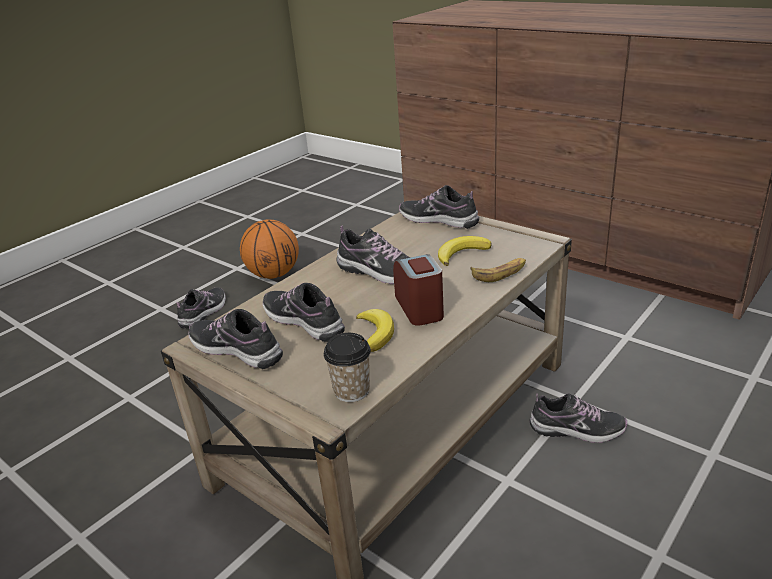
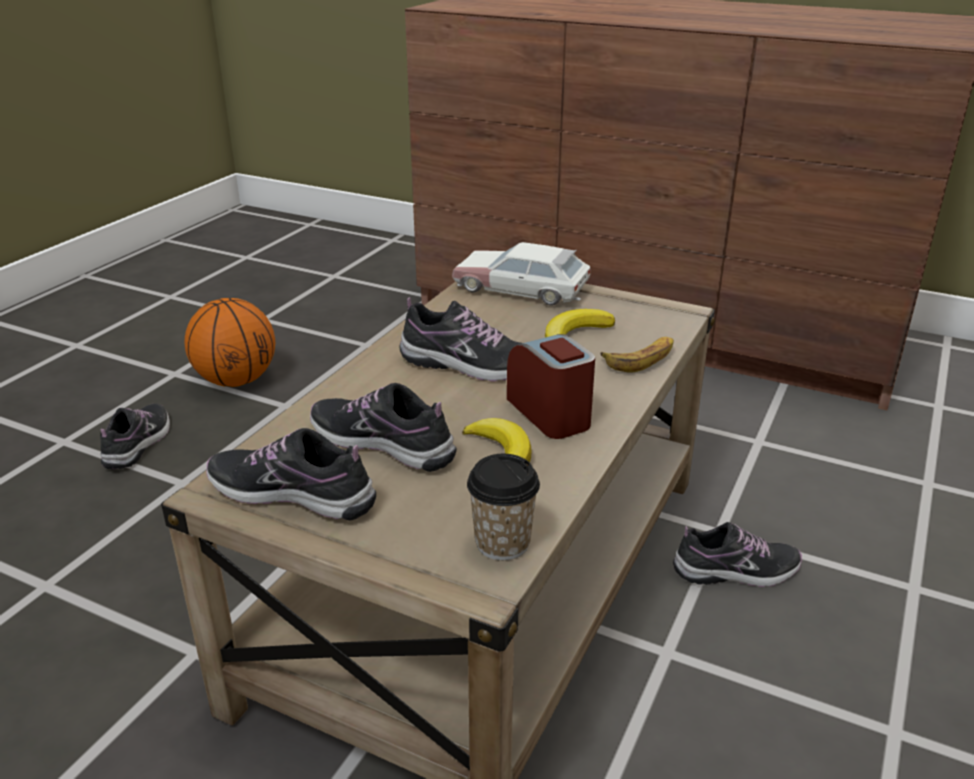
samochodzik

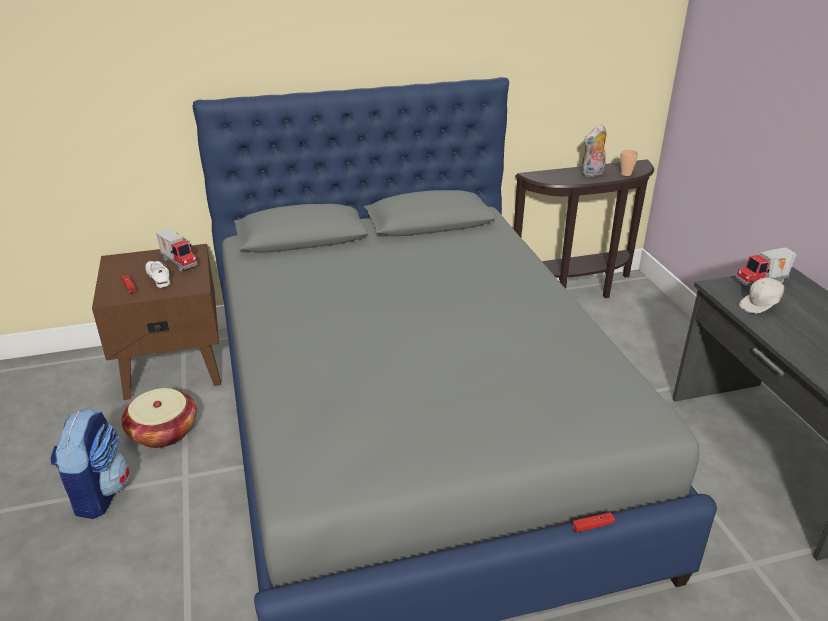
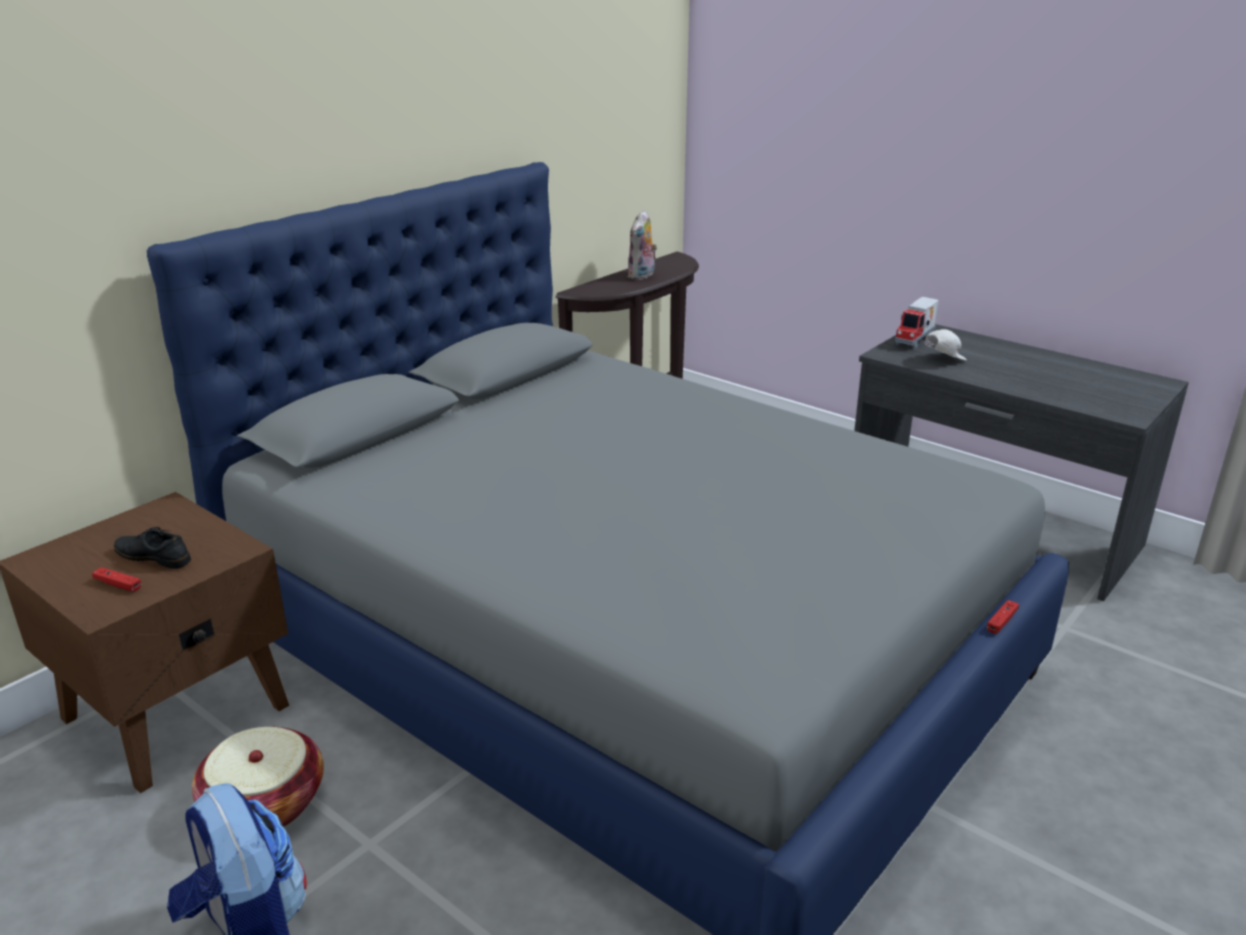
ciężarówka zabawkowa (no. 1 from left in the first image)
filiżanka
but [czarny]
czapka z daszkiem [biały]

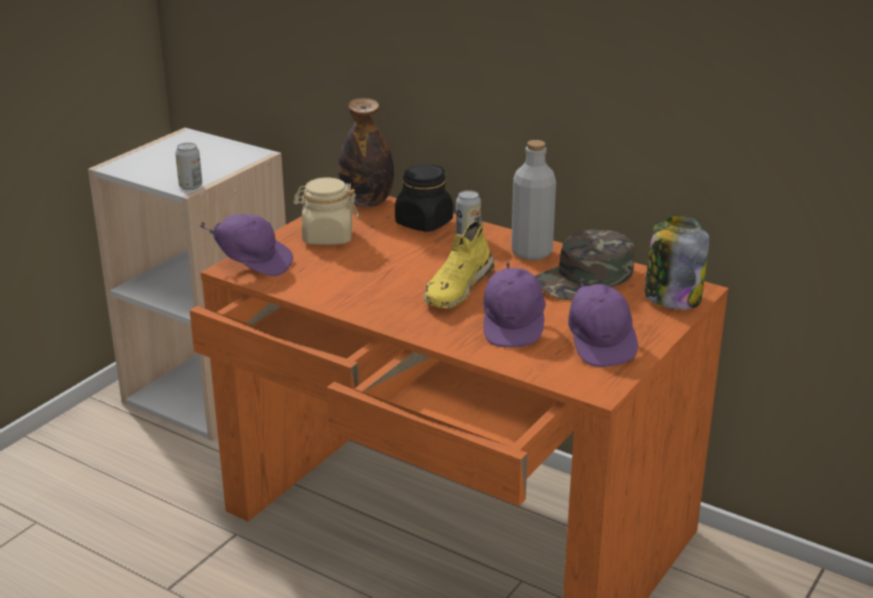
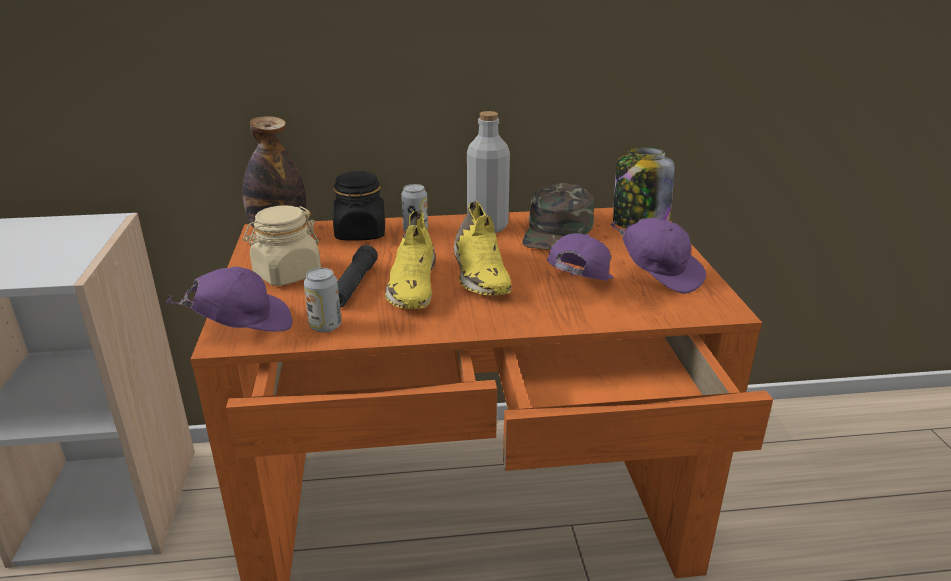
latarka [czarny]
but [żółty] (no. 1 from left)
puszka (no. 1 from left)
czapka z daszkiem [fioletowy] (no. 2 from left)

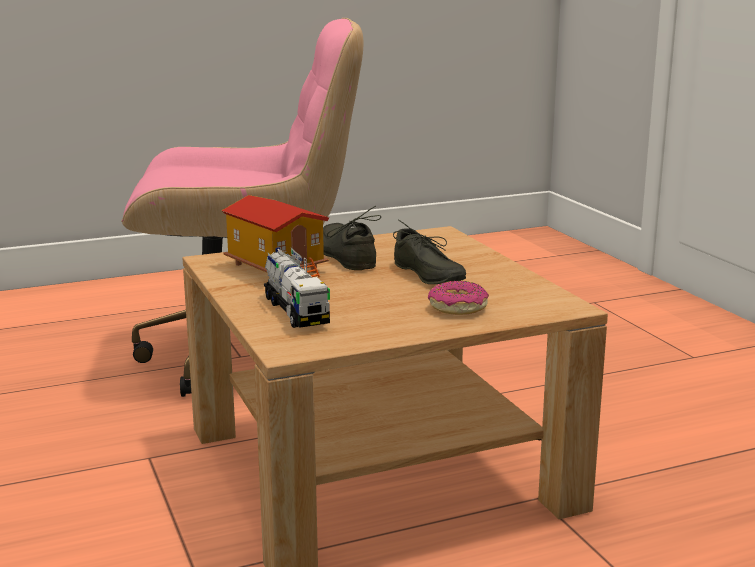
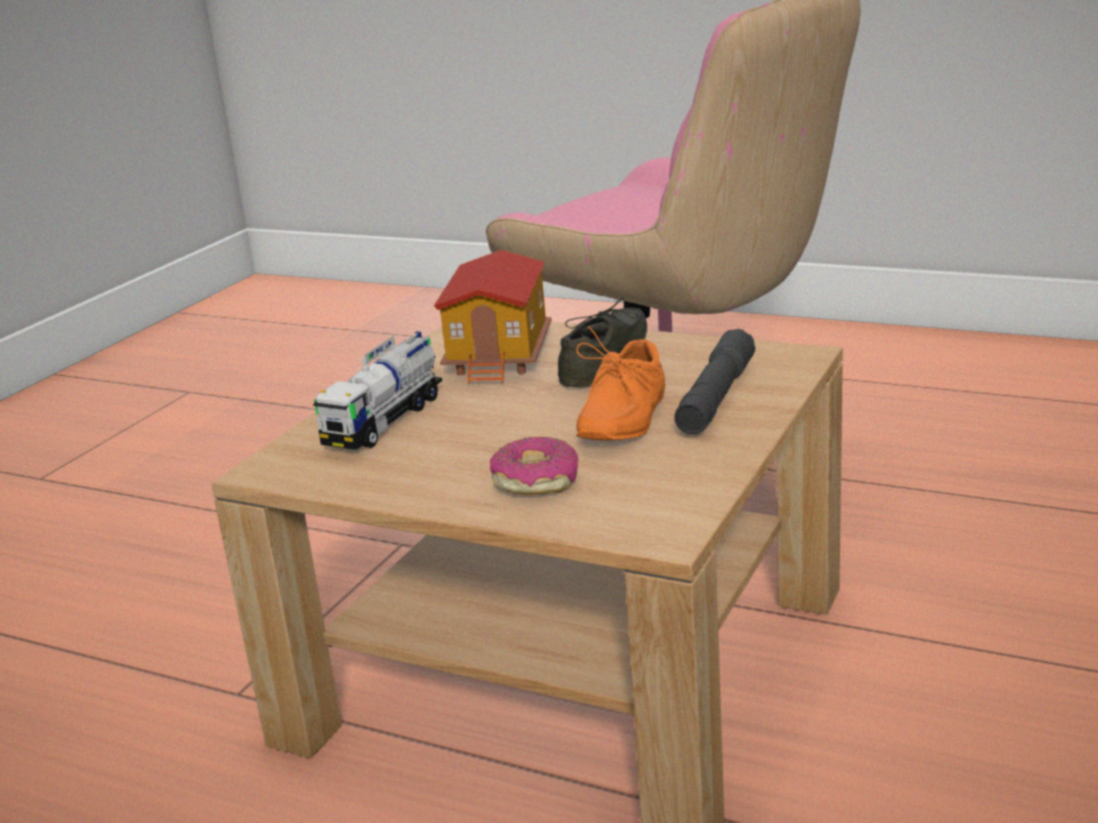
latarka [szary]
but [pomarańczowy]

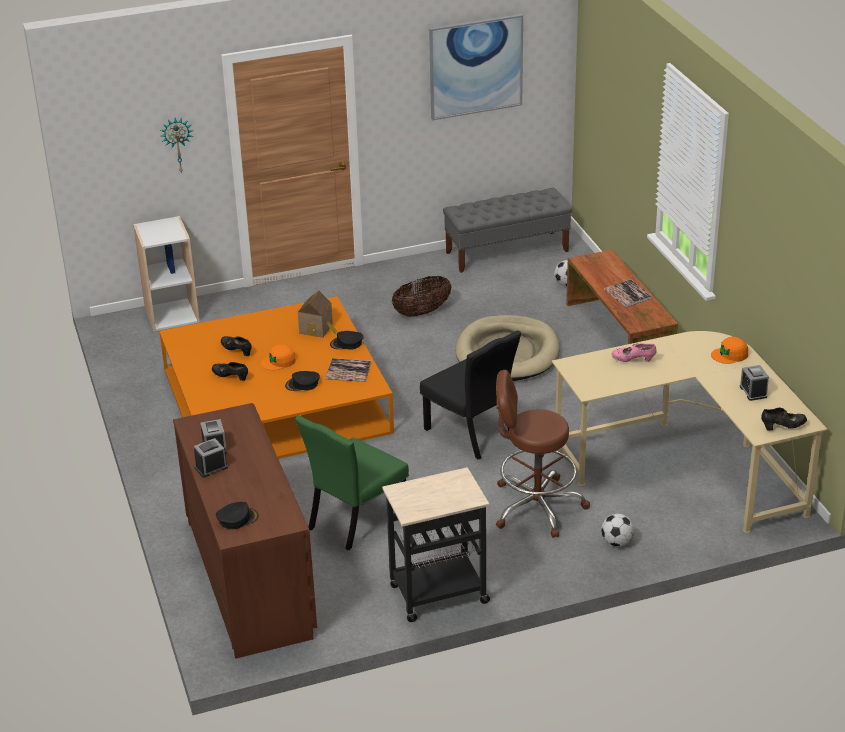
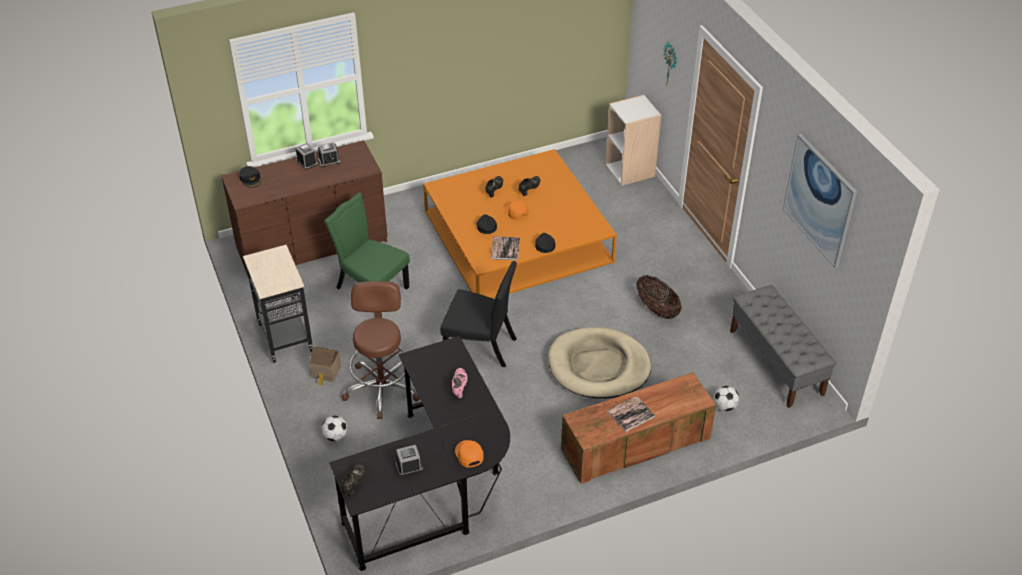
domek
biurko [czarny]
krzesło [czarny]
but [czarny] (no. 1 from left)

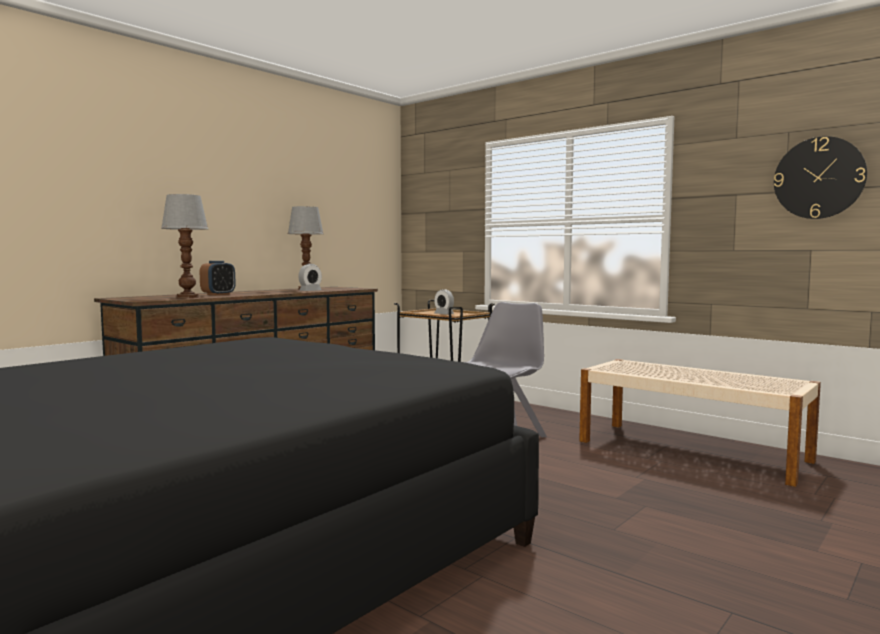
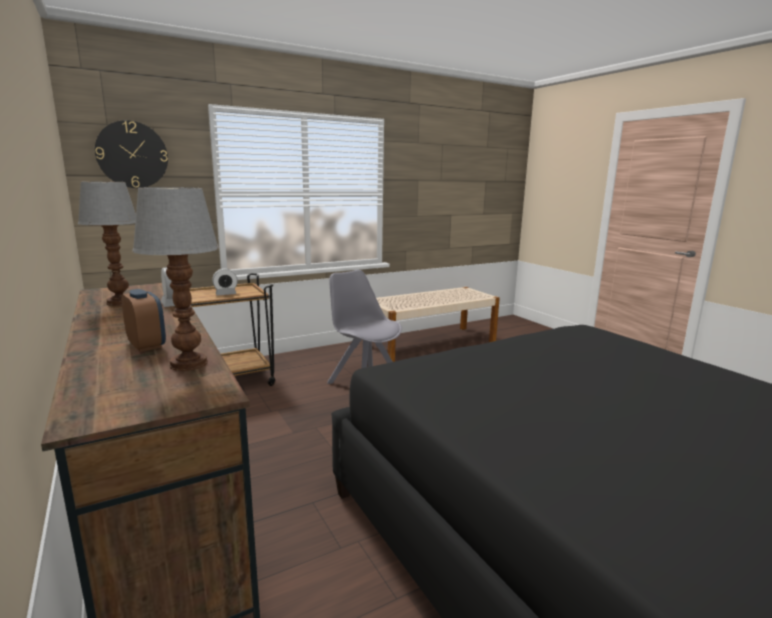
zegar ścienny

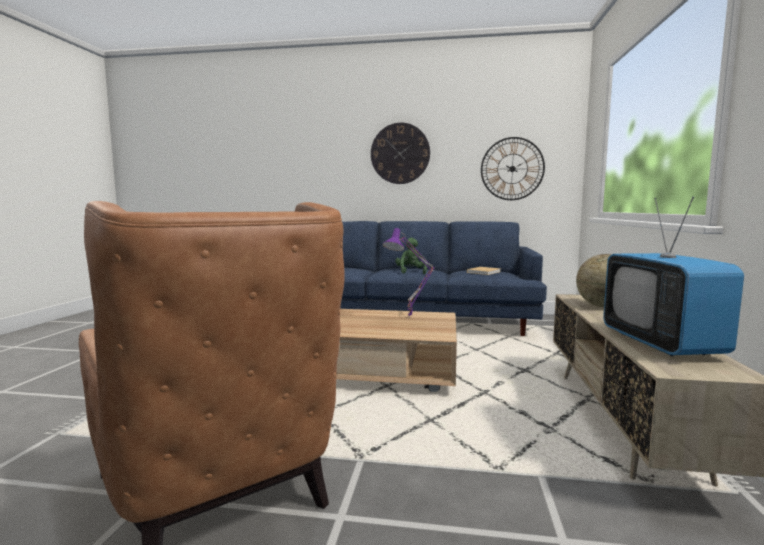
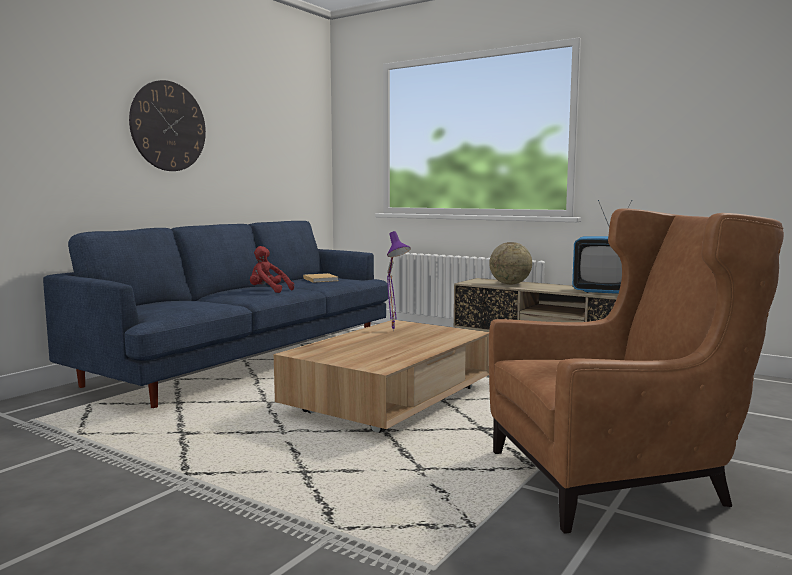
zegar ścienny (no. 2 from left in the first image)
pluszak [czerwony]

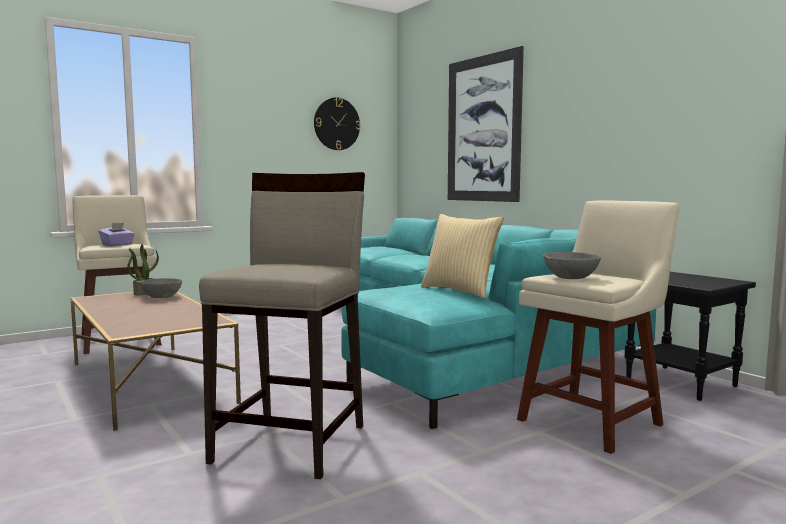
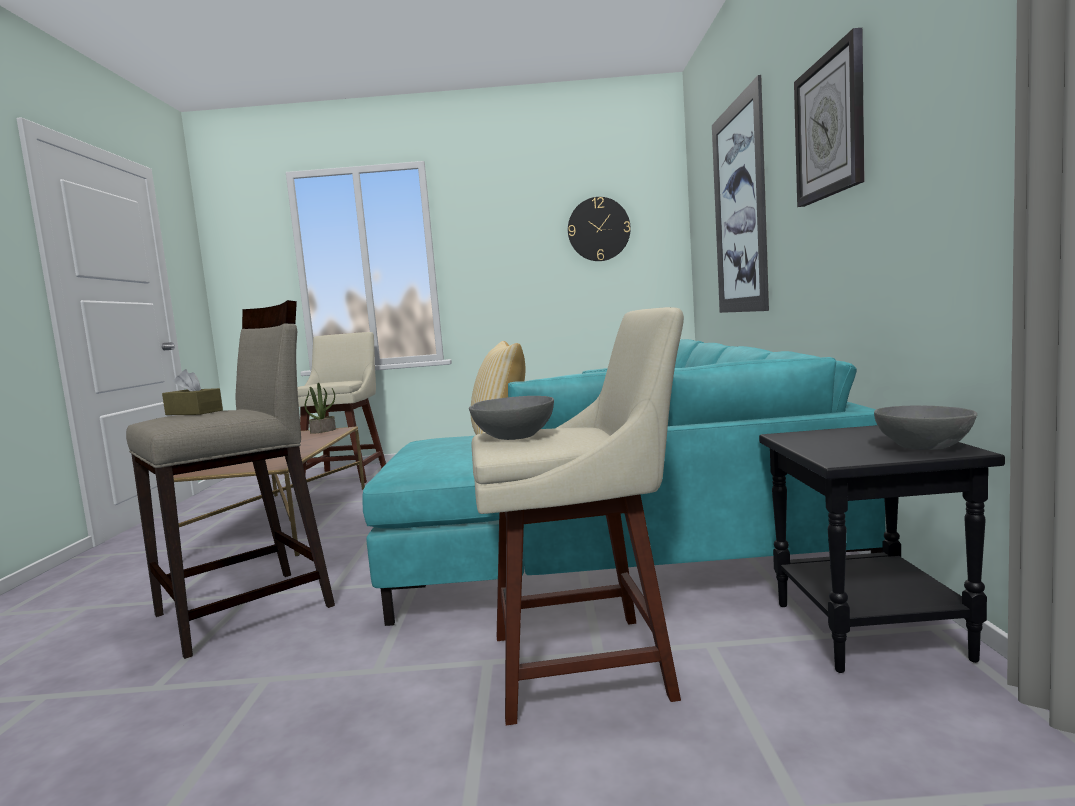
pudełko chusteczek [fioletowy]
pudełko chusteczek [brązowy]
zegar ścienny (no. 2 from left)
miska [szary] (no. 2 from left)

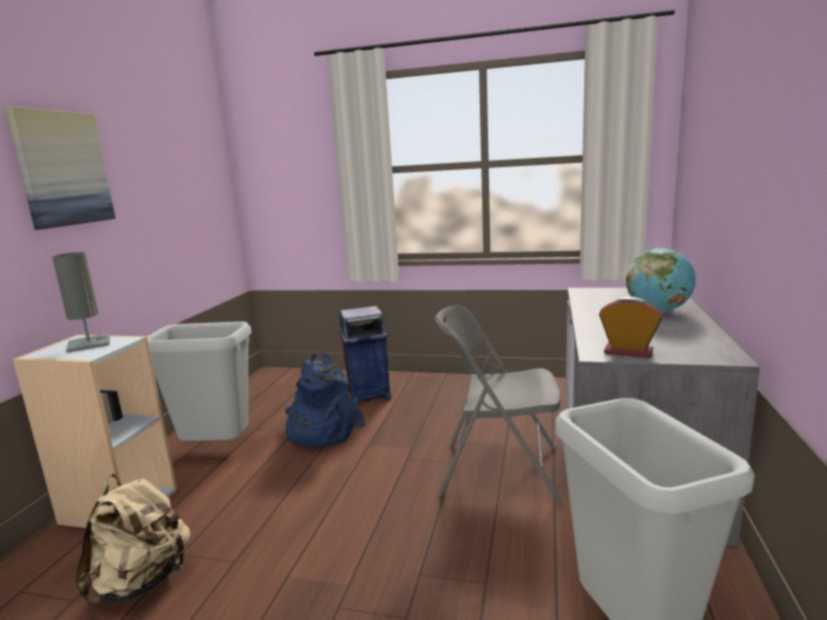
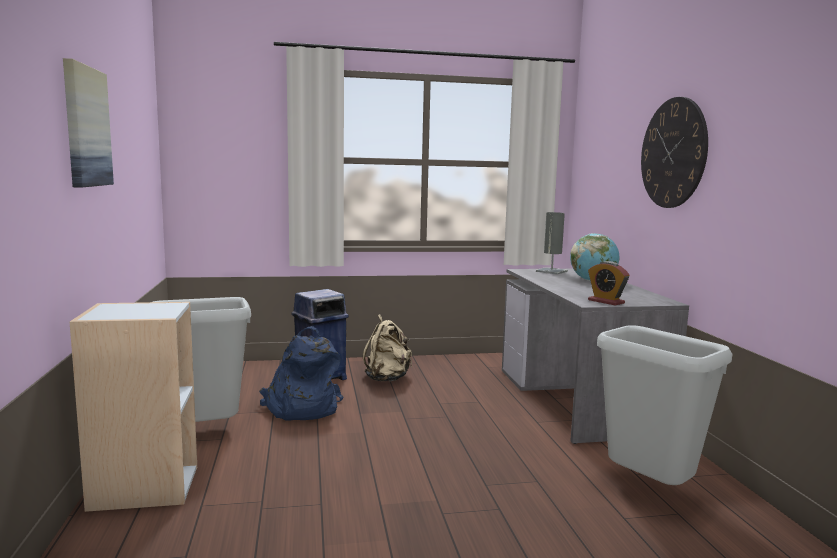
krzesło [szary]
zegar ścienny
lampa stołowa [szary]
plecak [beżowy]
budzik

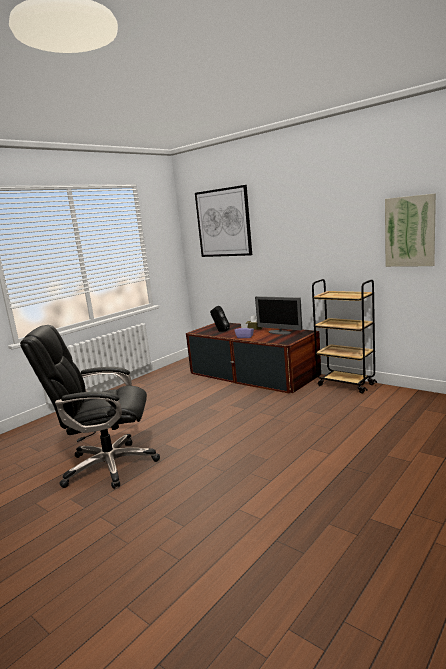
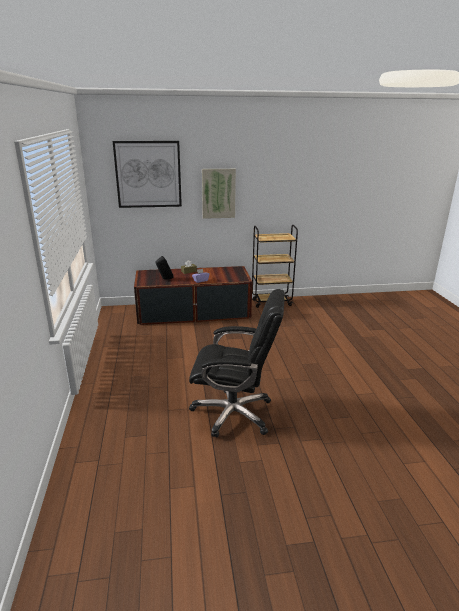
monitor
obraz (no. 2 from left)
krzesło biurowe [czarny]

